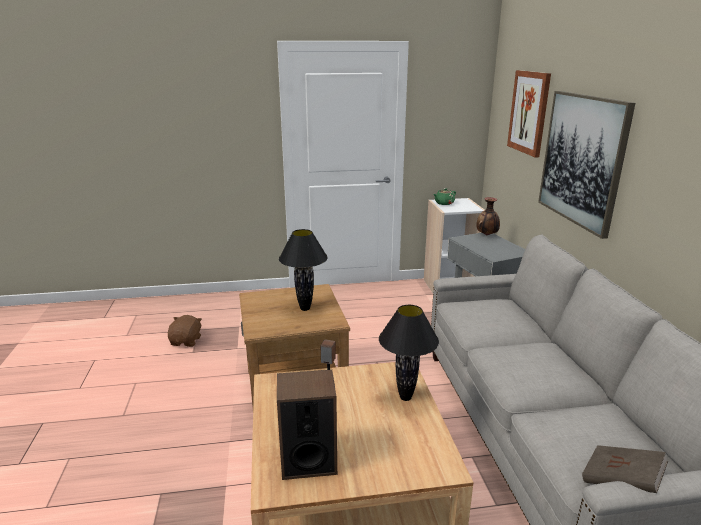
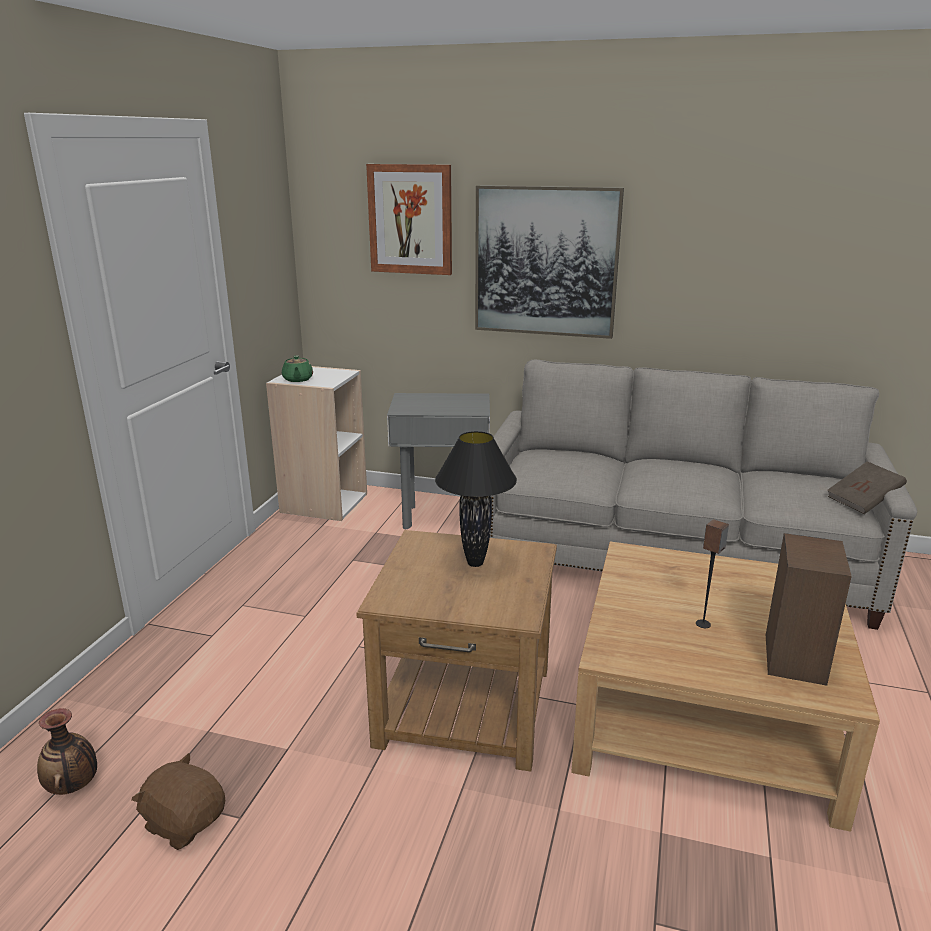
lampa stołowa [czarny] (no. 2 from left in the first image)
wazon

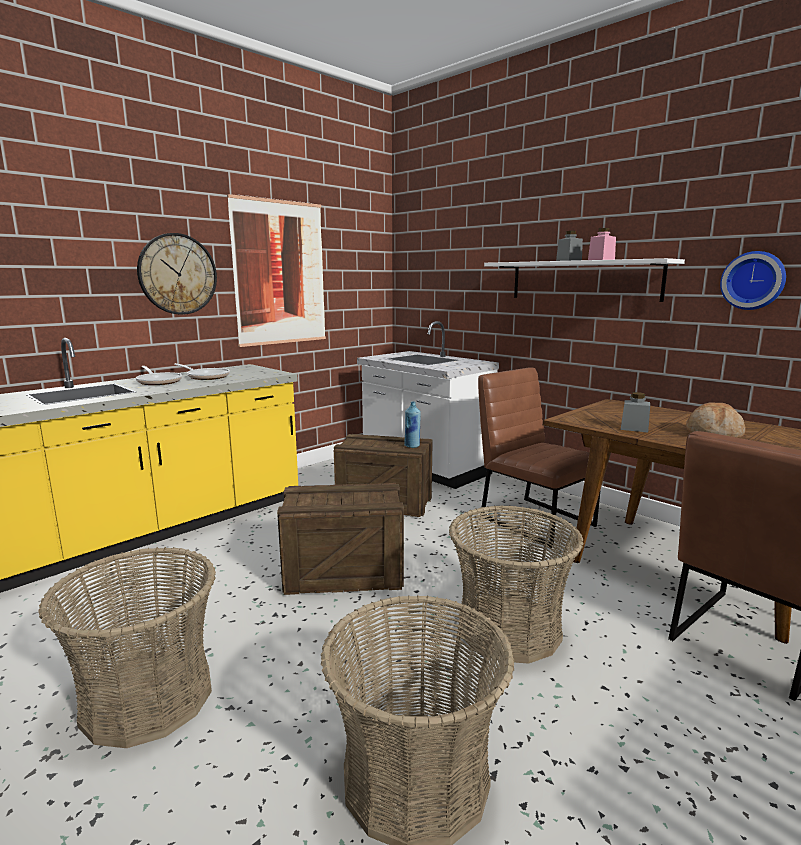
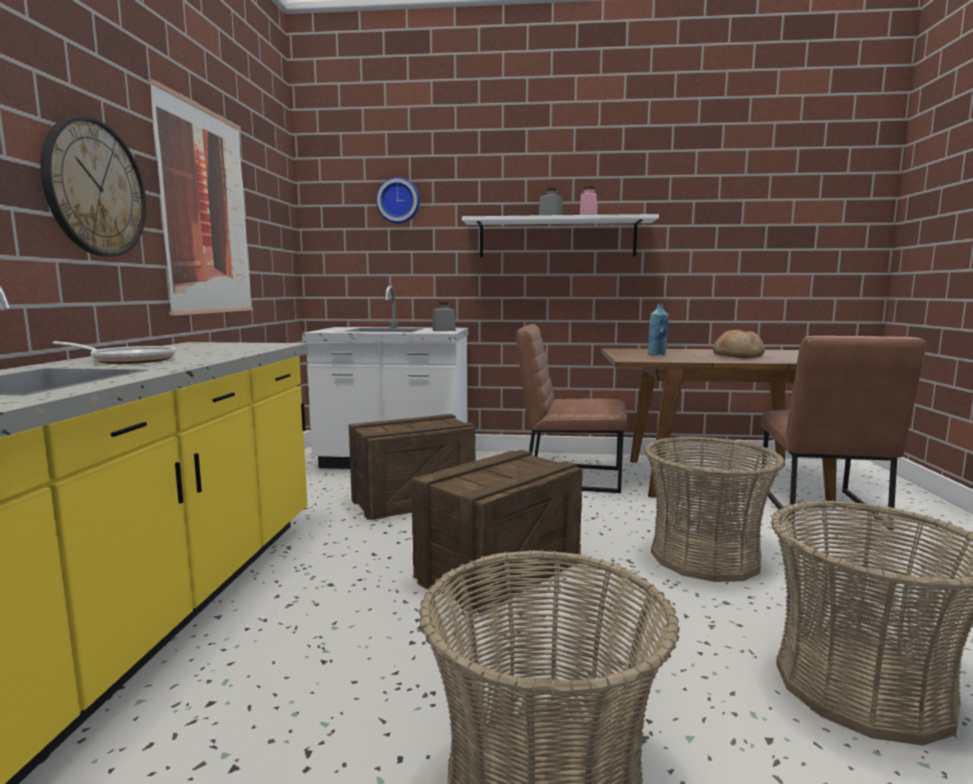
patelnia (no. 2 from left in the first image)
butelka [niebieski]
słoik [szary] (no. 1 from left)
zegar ścienny (no. 2 from left)

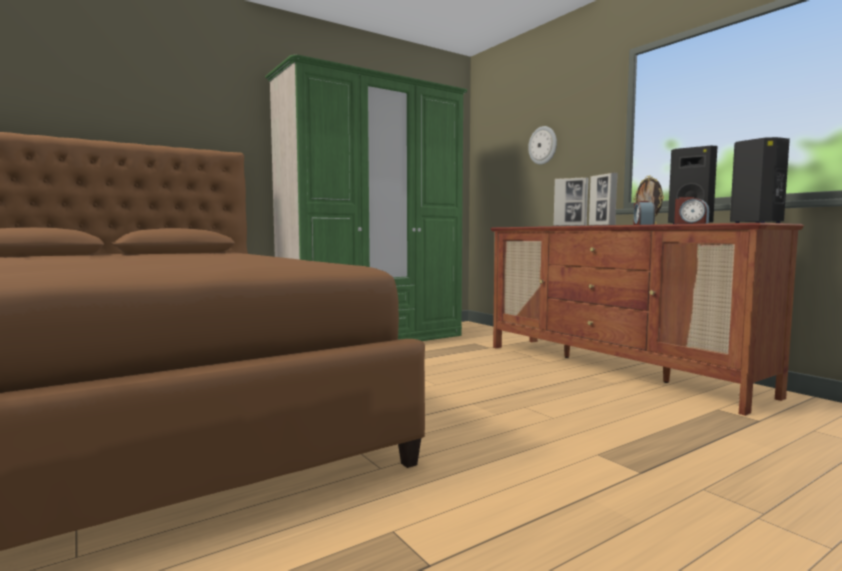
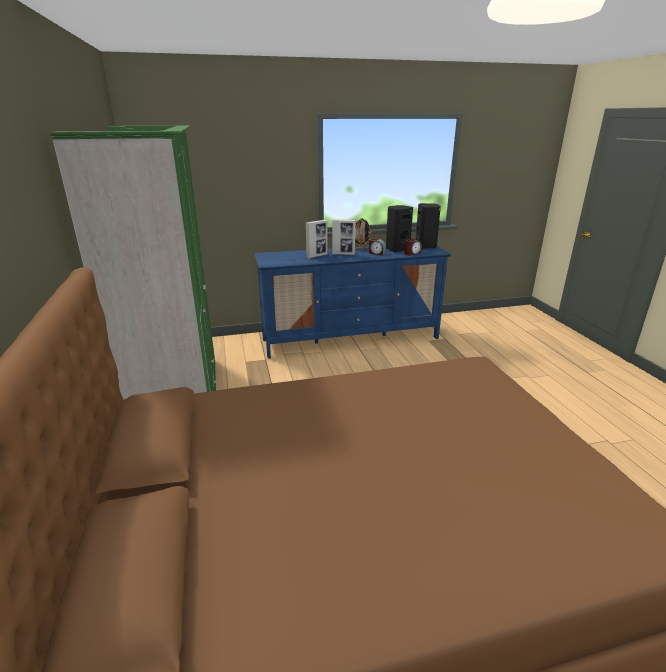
zegar ścienny
komoda [niebieski]

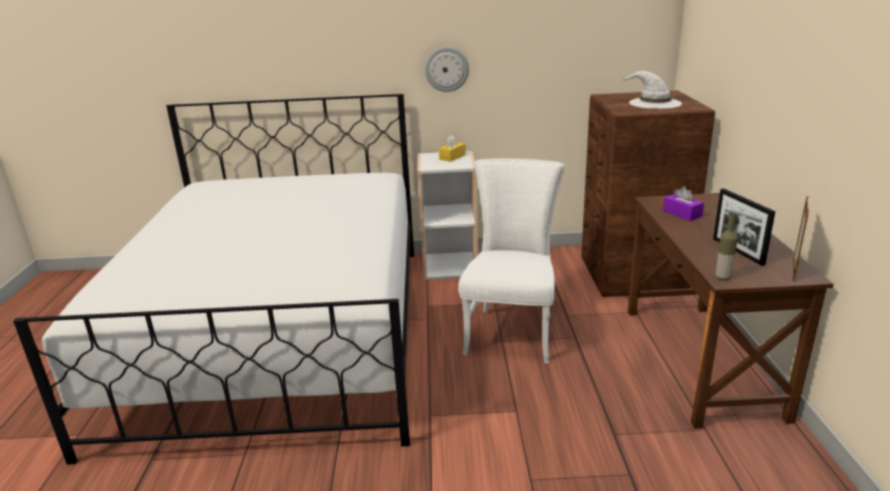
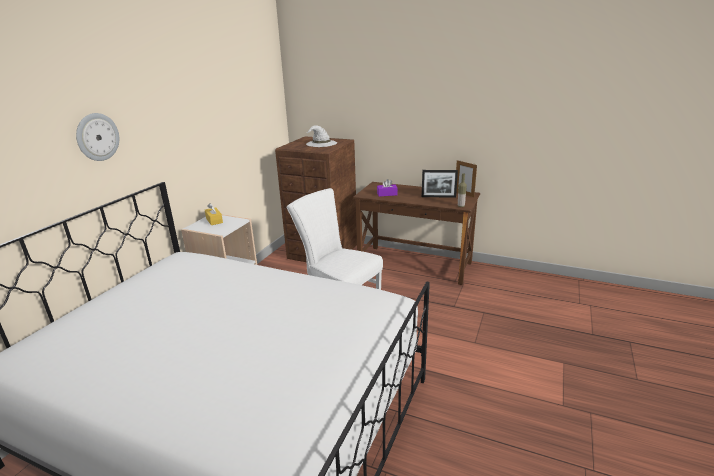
zegar ścienny

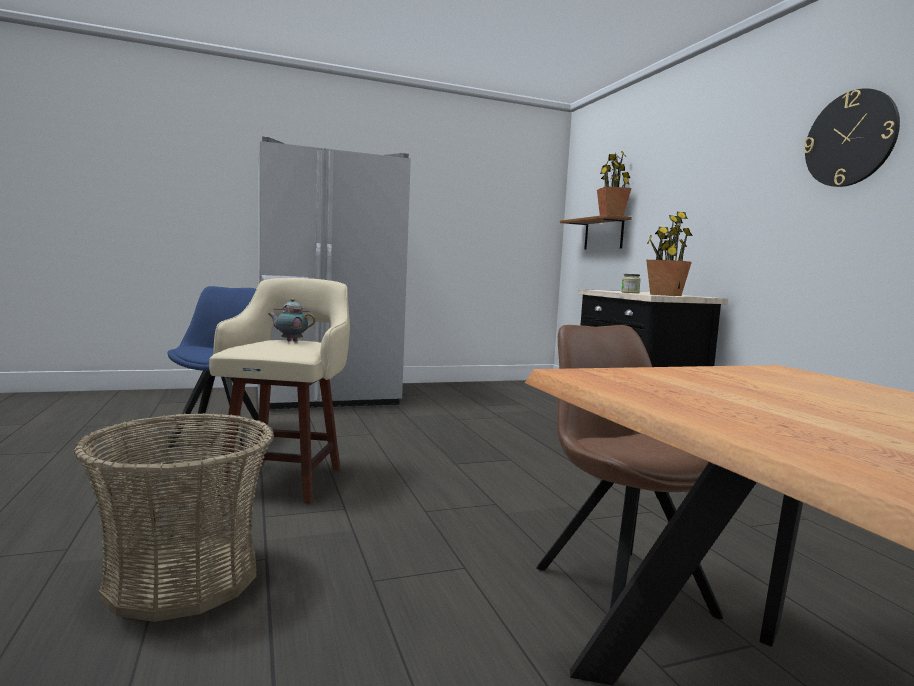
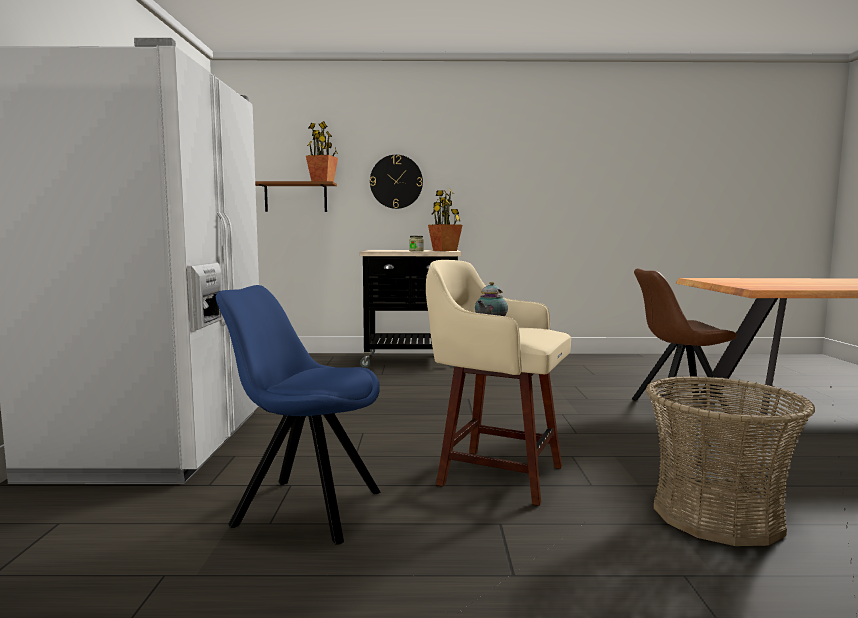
zegar ścienny

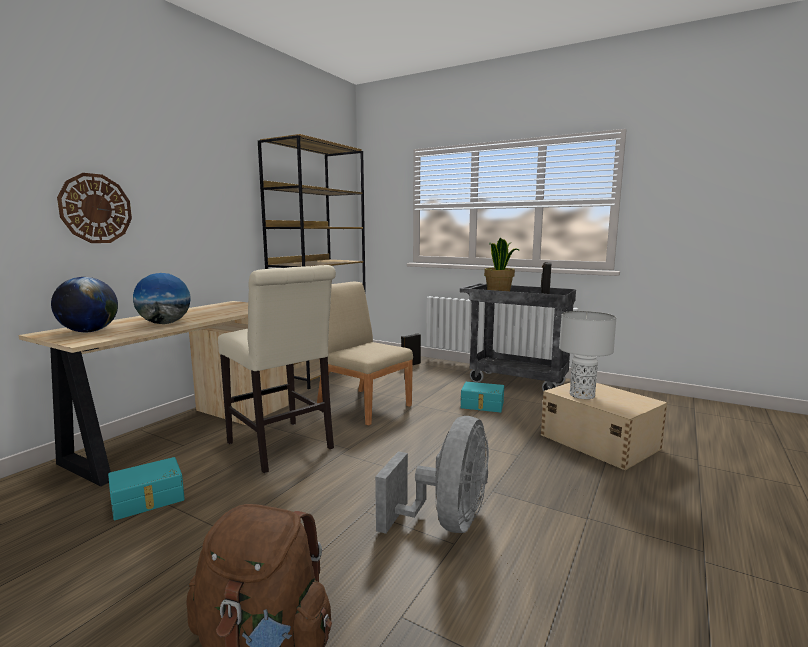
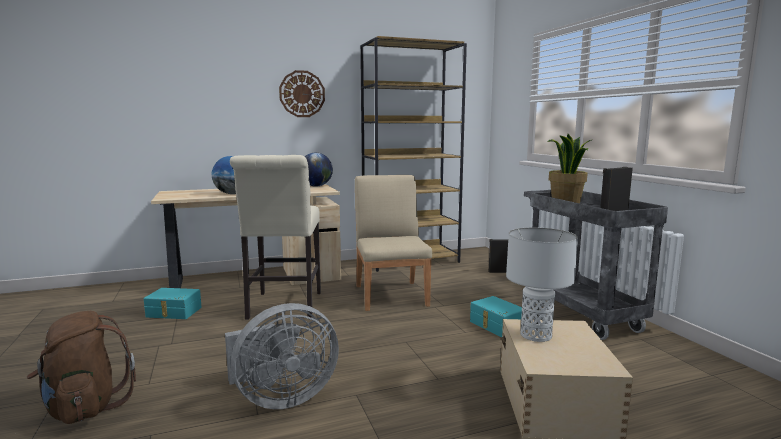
globus (no. 2 from left)
zegar ścienny

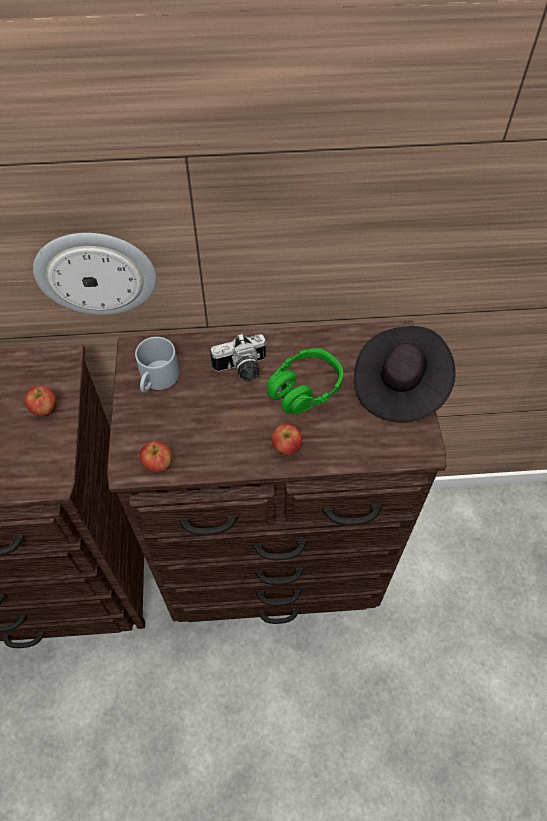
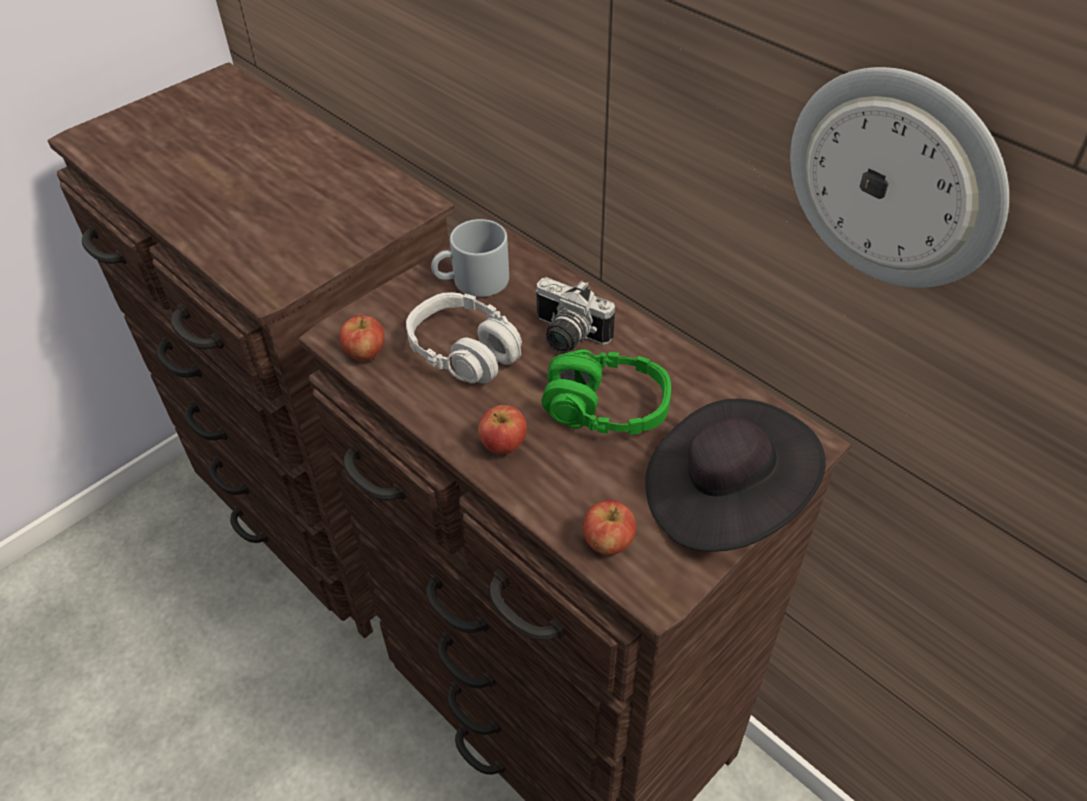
słuchawki [szary]
jabłko (no. 3 from left)
zegar ścienny

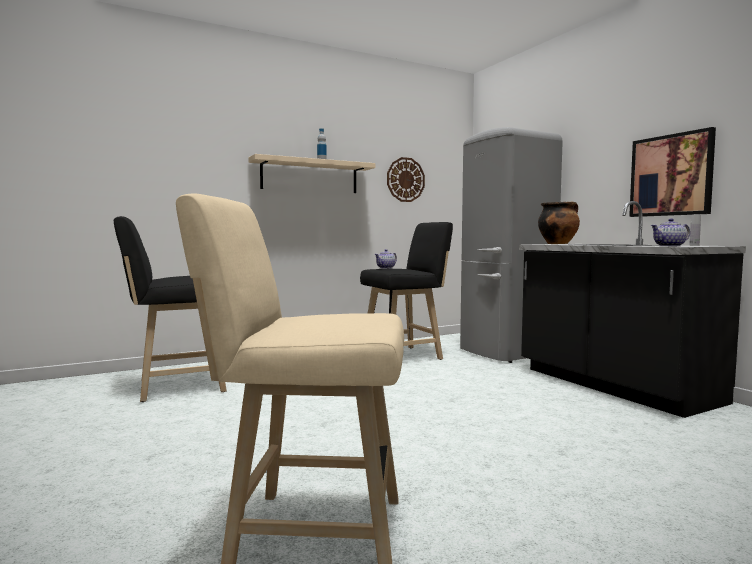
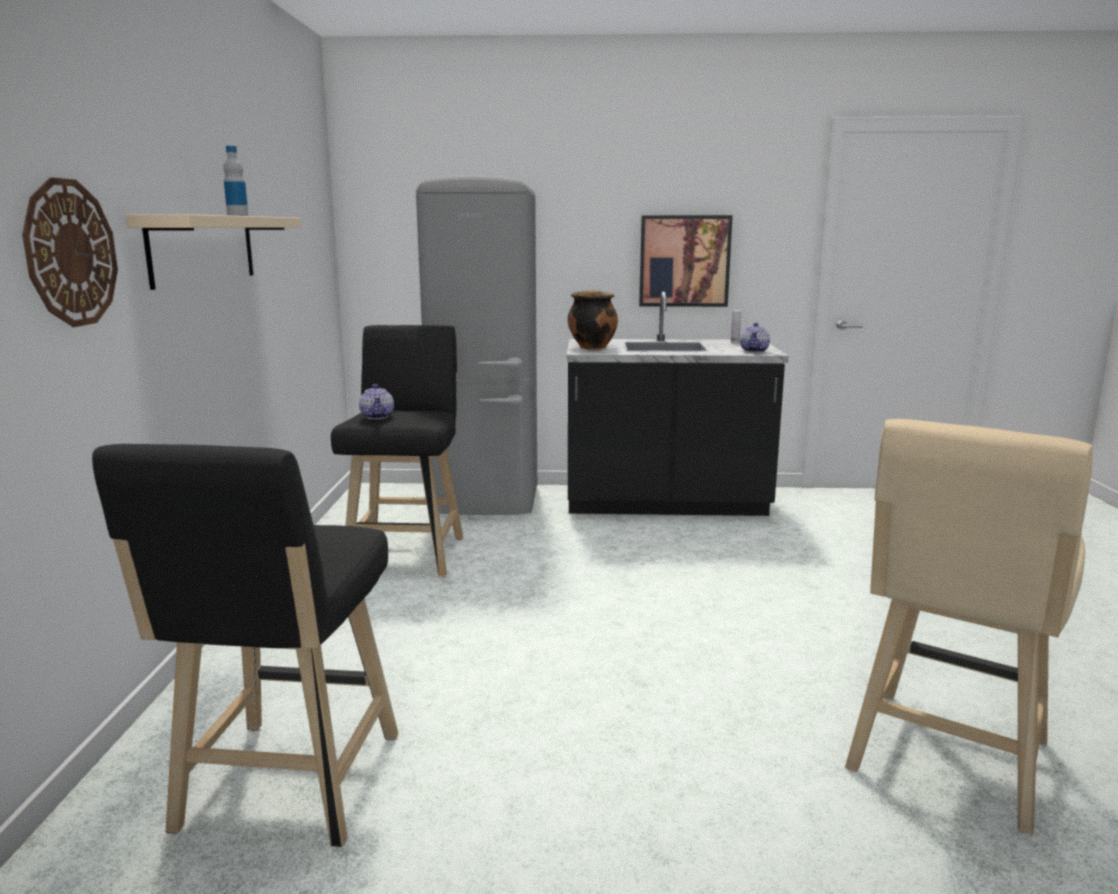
zegar ścienny

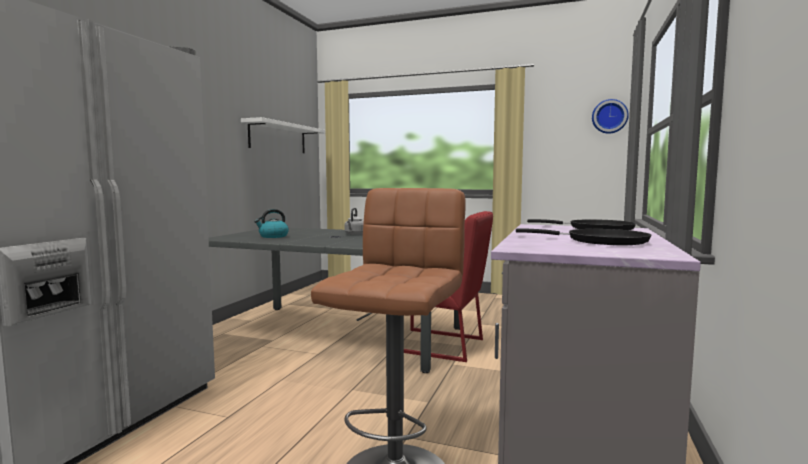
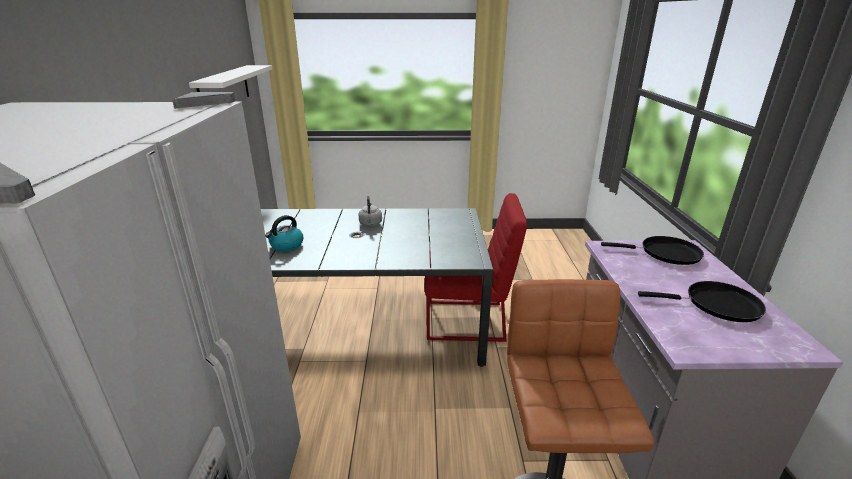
zegar ścienny

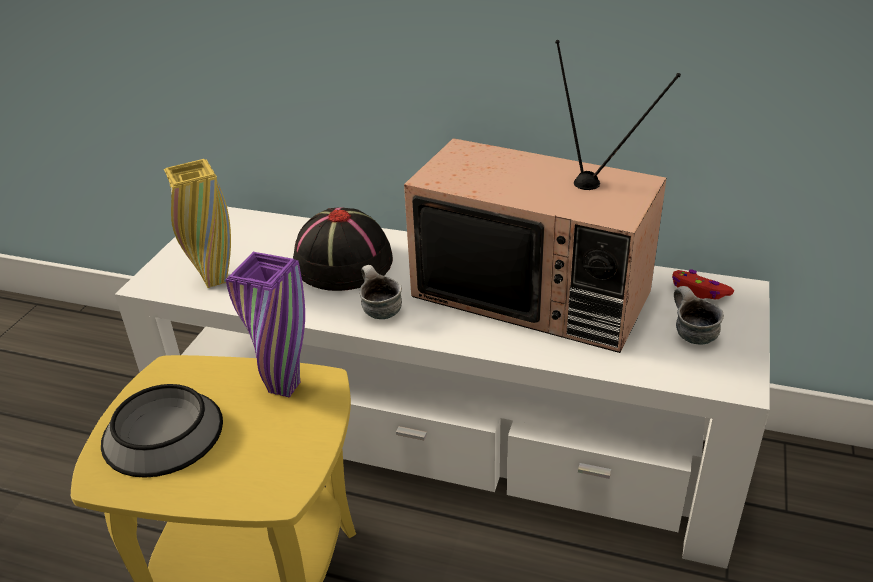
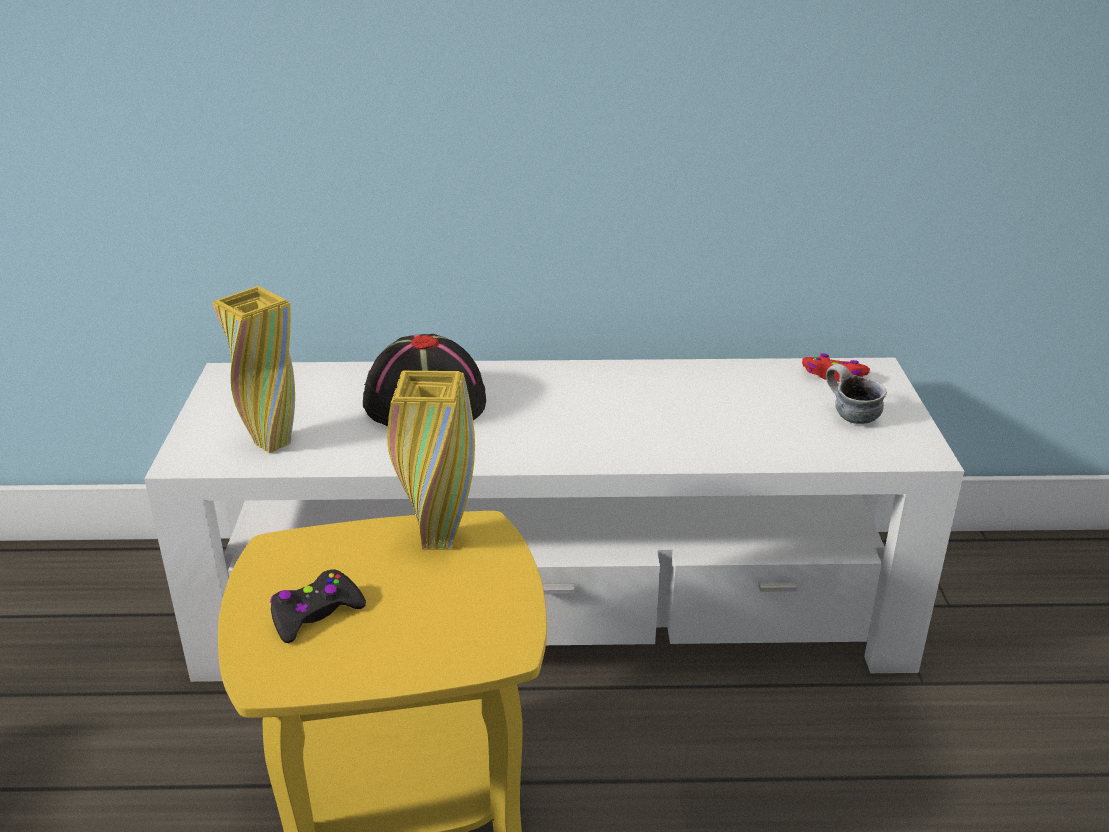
kubek (no. 1 from left in the first image)
telewizor
pad do gier [czarny]
wazon [żółty] (no. 2 from left)

